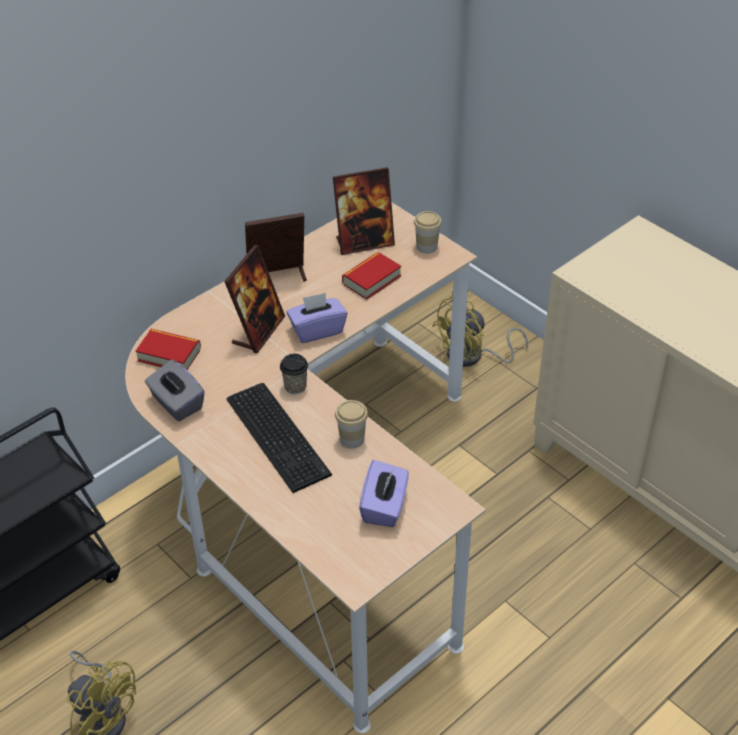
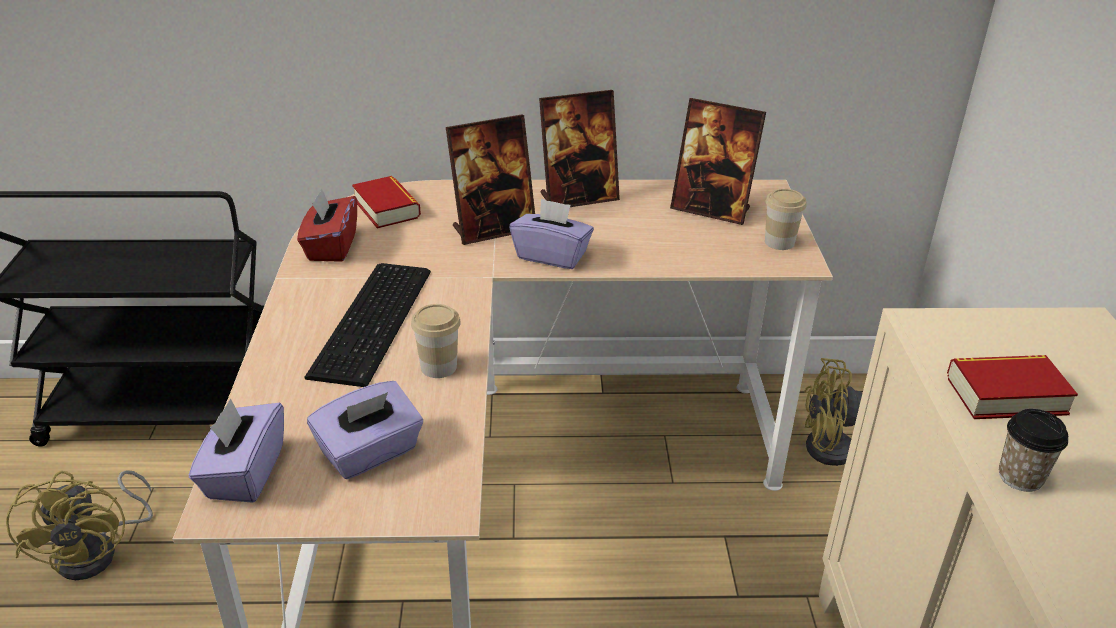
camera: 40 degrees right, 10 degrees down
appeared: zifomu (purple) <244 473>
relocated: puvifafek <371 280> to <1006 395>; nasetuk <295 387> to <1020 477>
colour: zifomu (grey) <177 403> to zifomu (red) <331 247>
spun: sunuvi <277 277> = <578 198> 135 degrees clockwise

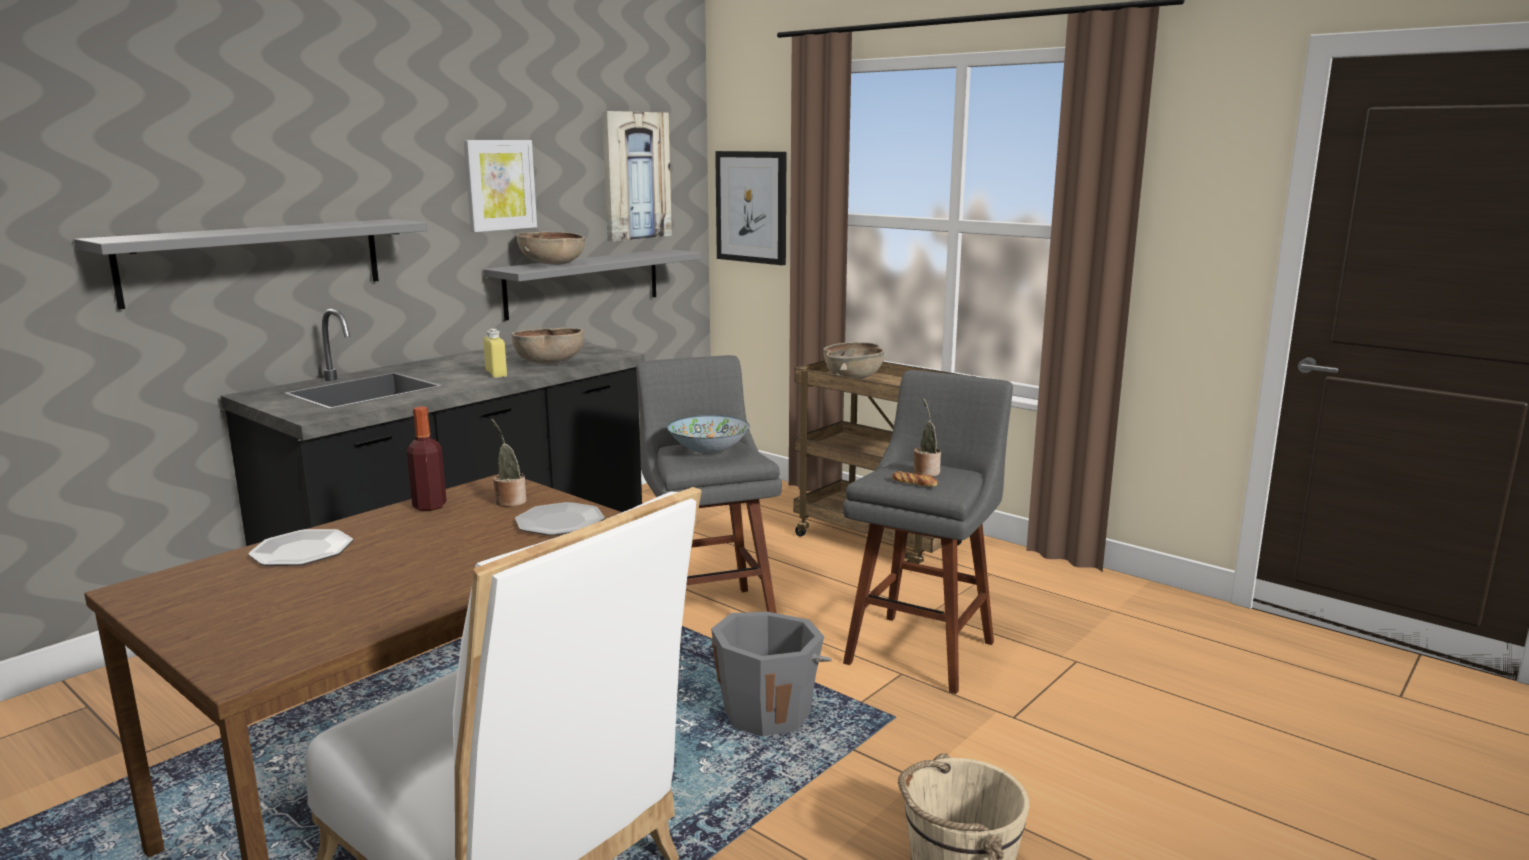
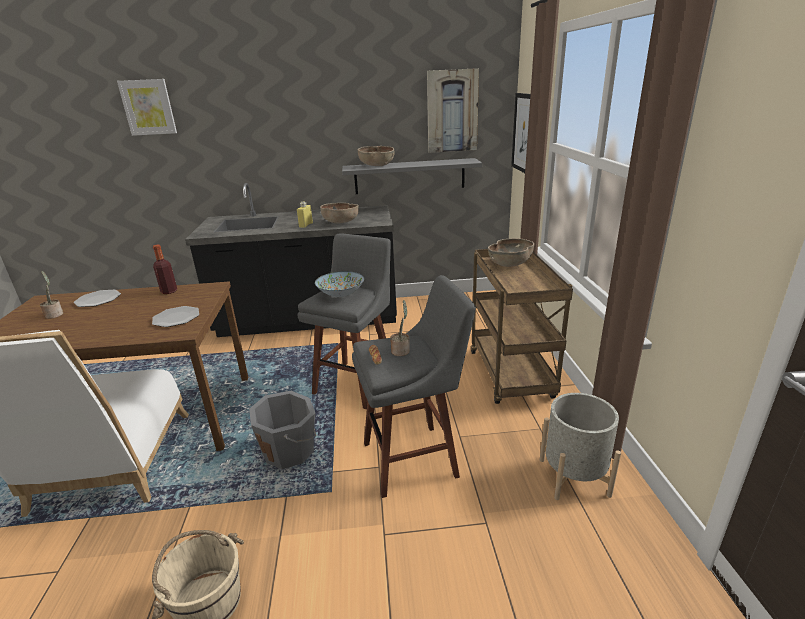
camera: 45 degrees right, 10 degrees up
missing: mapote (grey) <255 261>
appeared: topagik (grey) <574 477>
relocated: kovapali <509 501> to <55 314>; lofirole <499 185> to <148 107>

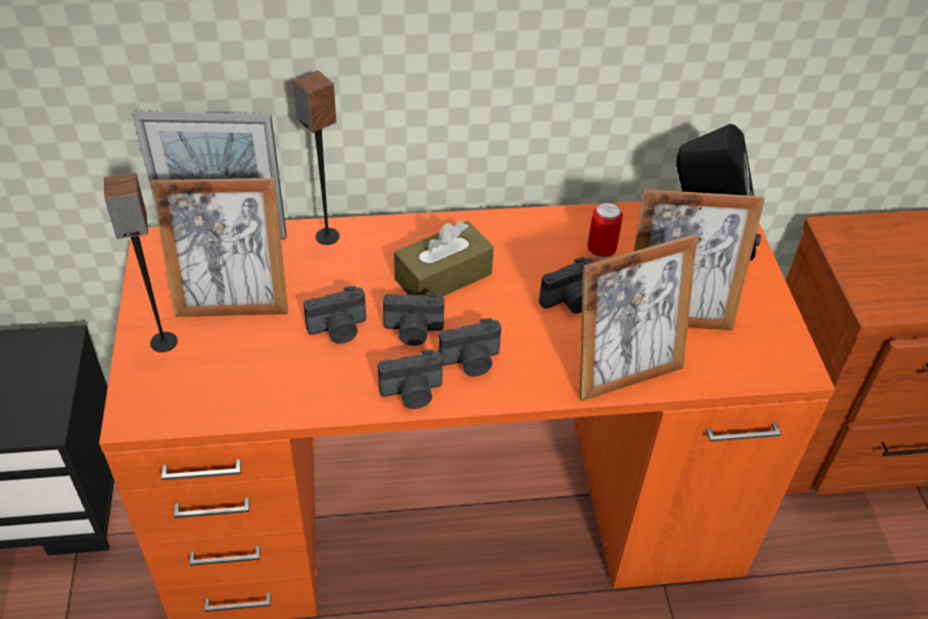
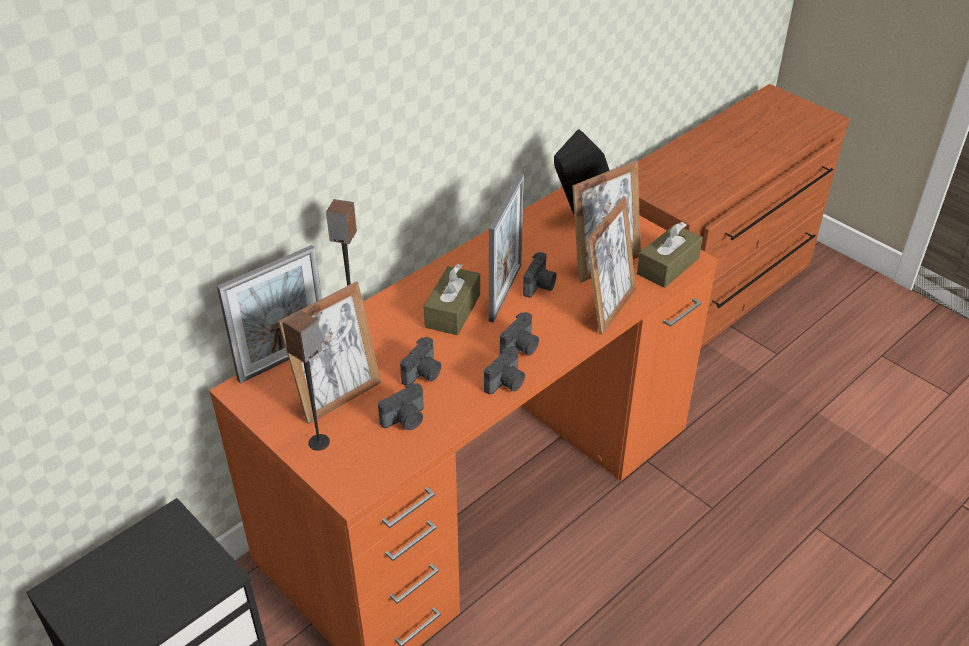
camera: 35 degrees left, 5 degrees down
missing: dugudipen <601 251>
appeared: sunuvi <505 292>; zifomu (brown) <668 266>
relocated: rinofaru <413 331> to <405 420>

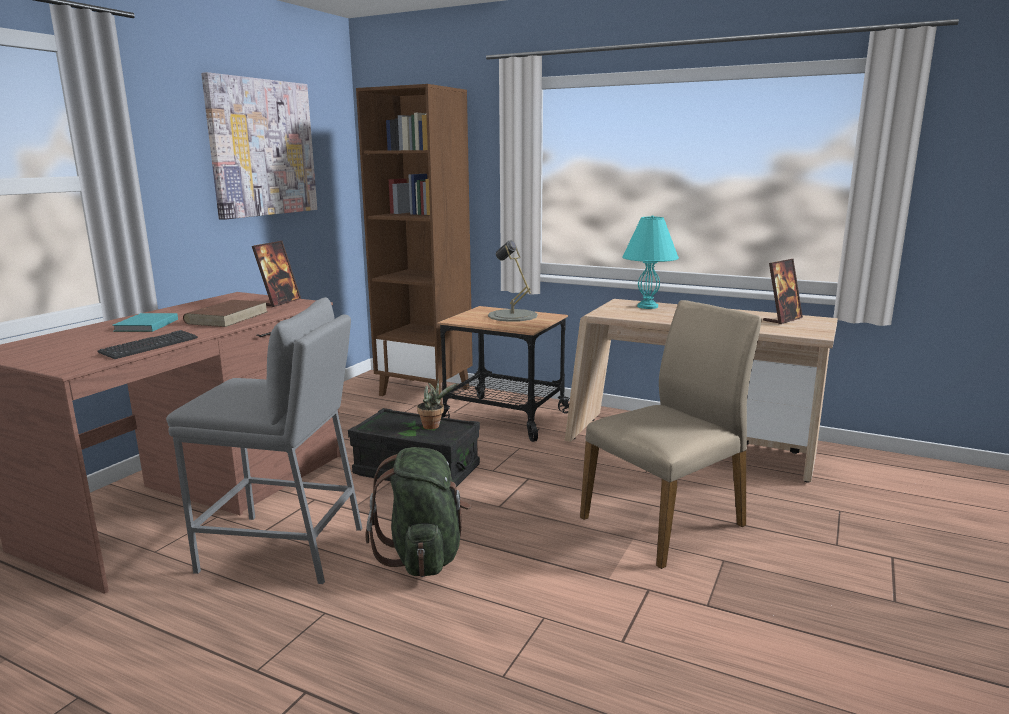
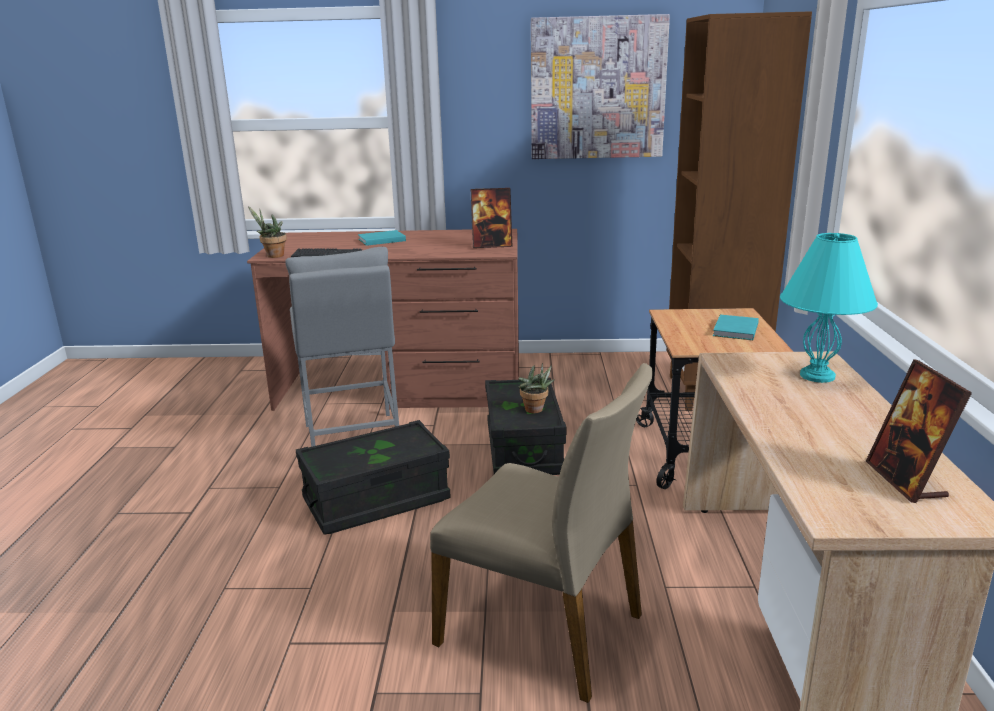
camera: 65 degrees right, 5 degrees up
missing: puvifafek (brown) <228 317>
appeared: kovapali <272 256>
exchanged: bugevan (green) <424 556> to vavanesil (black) <376 500>; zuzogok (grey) <512 315> to puvifafek (turquoise) <734 330>
spun: sunuvi <782 319> = <906 480> 60 degrees clockwise

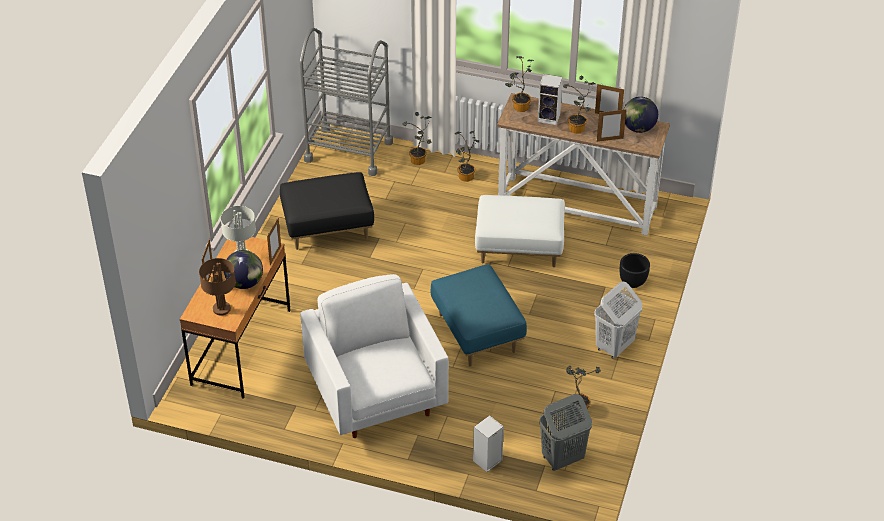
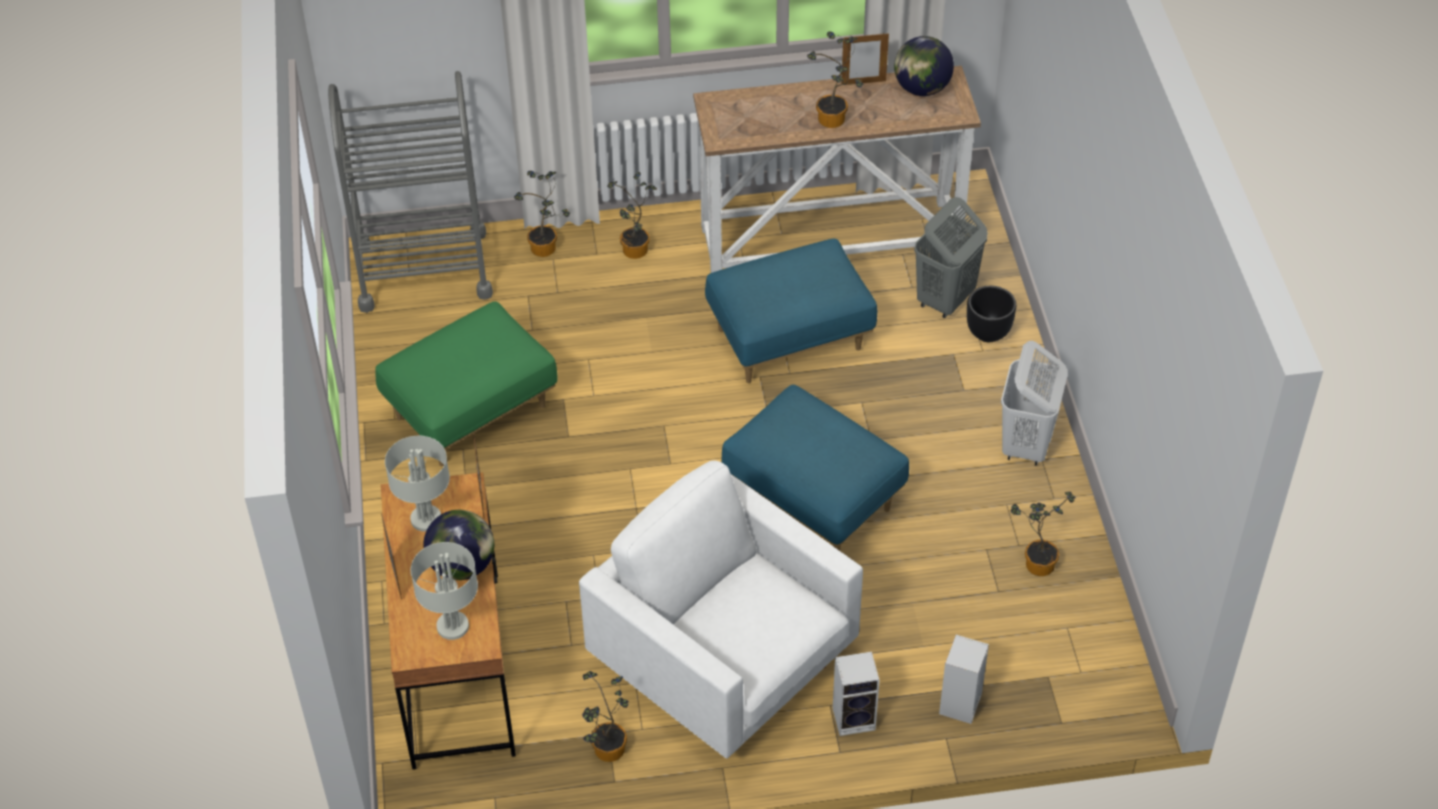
camera: 25 degrees left, 5 degrees up
missing: sunuvi <610 139>
relocated: kovapali <519 108> to <606 752>; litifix <550 118> to <855 718>; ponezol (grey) <562 459> to <945 300>
colour: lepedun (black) <327 229> to lepedun (green) <471 414>; zuzogok (brown) <221 309> to zuzogok (grey) <452 627>; lepedun (white) <518 249> to lepedun (blue) <789 341>

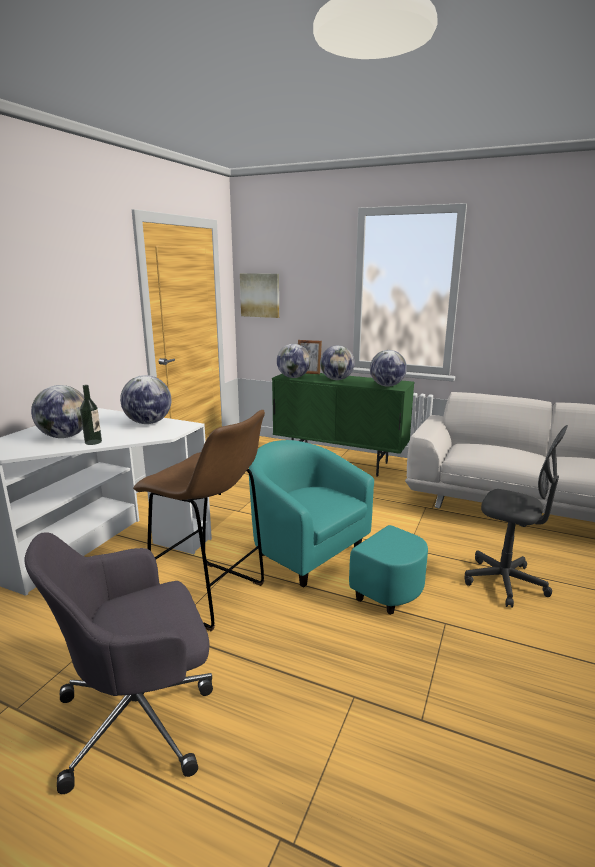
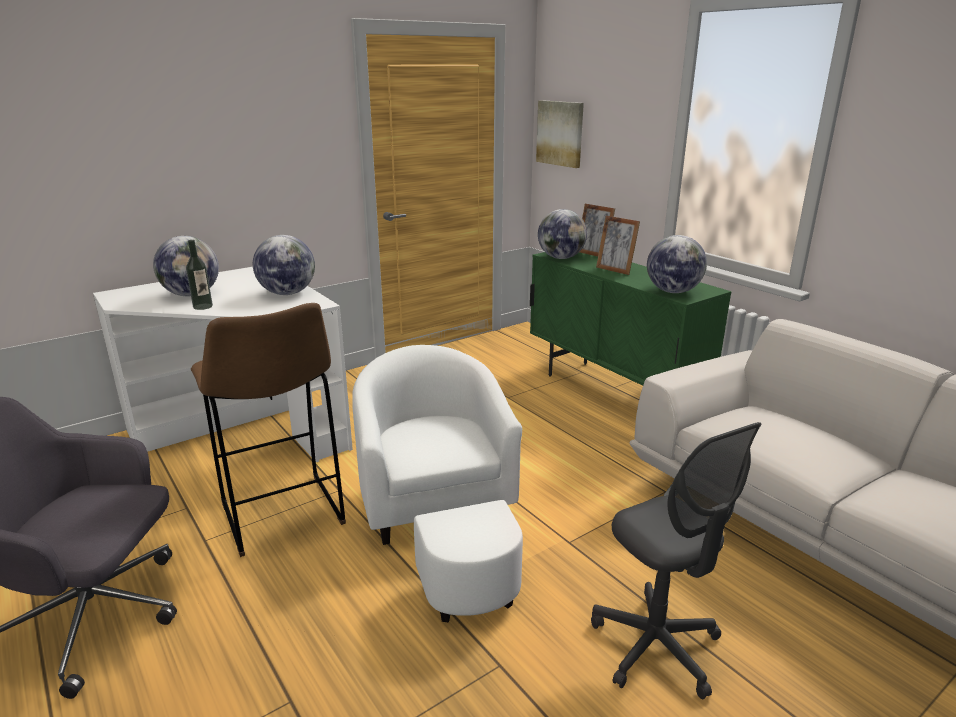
camera: 30 degrees right, 5 degrees up
exchanged: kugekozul <337 379> to sunuvi <615 270>
colour: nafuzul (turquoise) <324 562> to nafuzul (white) <441 522>

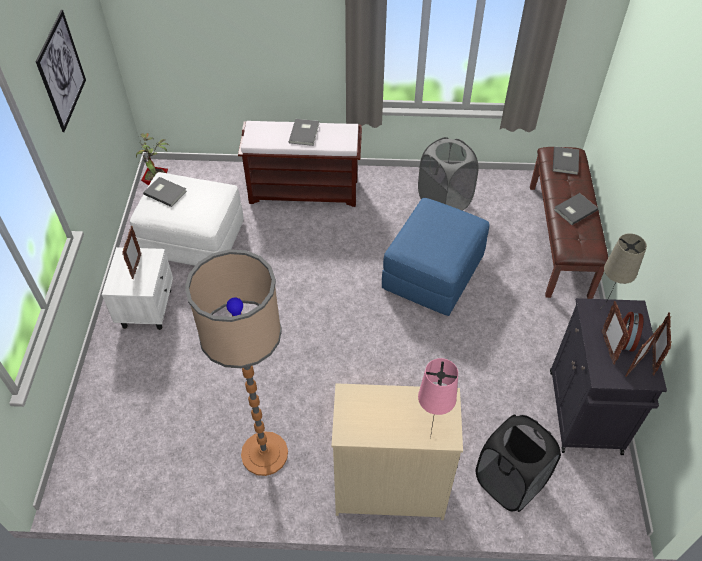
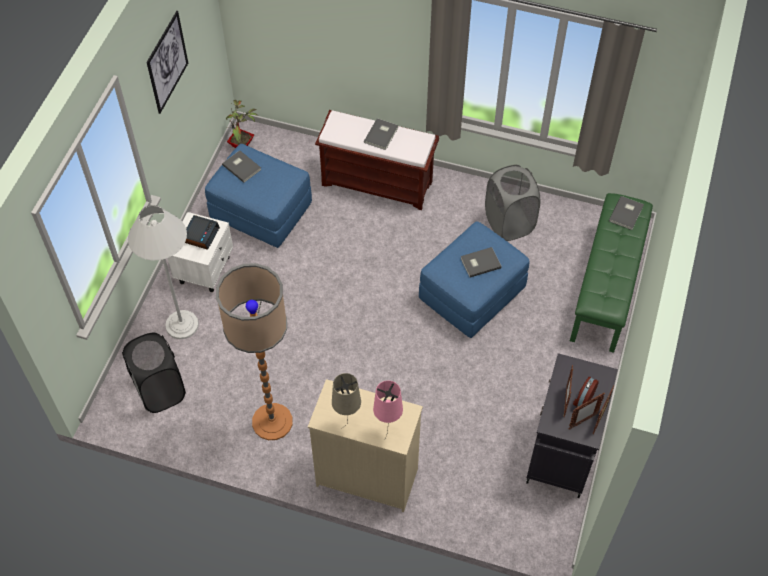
camera: 15 degrees right, 5 degrees up
appeared: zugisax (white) <182 325>
relocated: ponezol (black) <509 482> to <160 390>; zuzogok (beige) <605 305> to <347 426>; puvifafek (grey) <574 209> to <479 262>
exchanged: sunuvi <136 267> to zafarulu <200 234>
colour: lepedun (white) <193 239> to lepedun (blue) <261 211>; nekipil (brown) <560 239> to nekipil (green) <607 287>

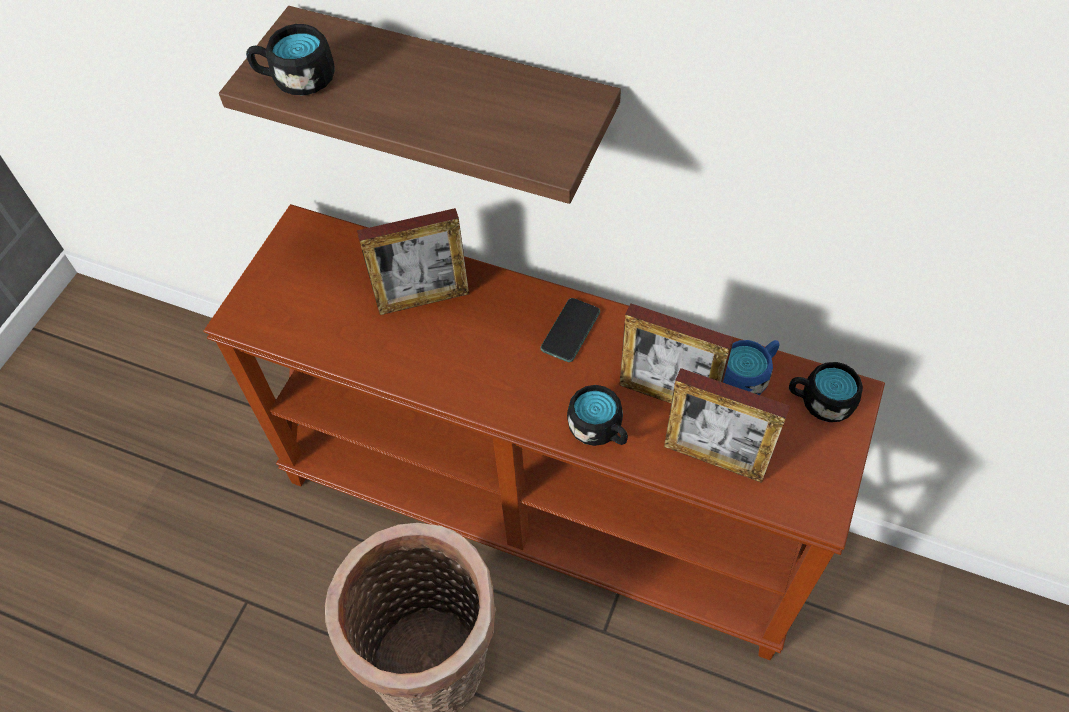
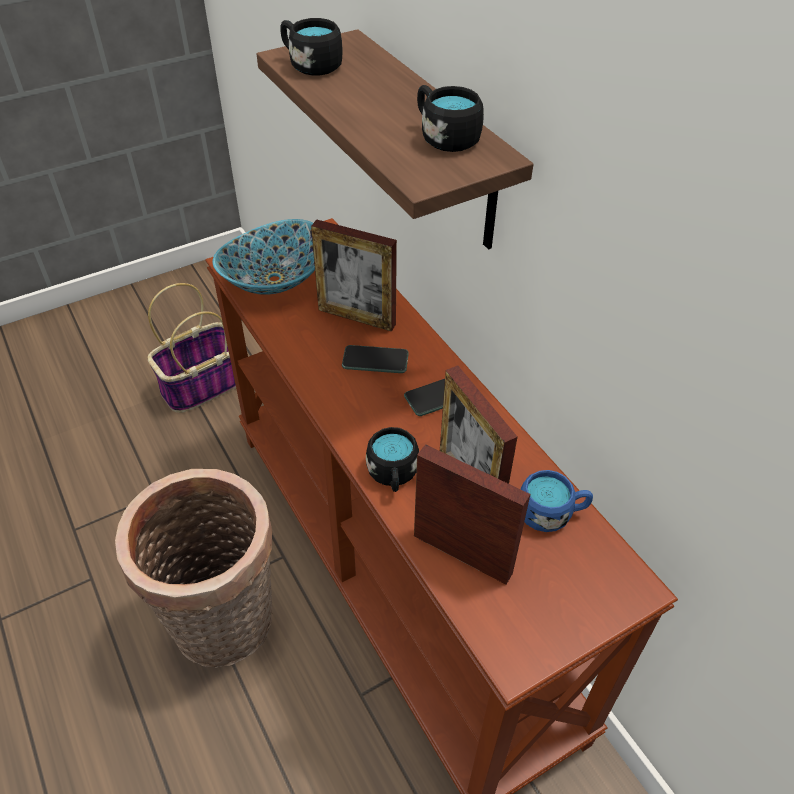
camera: 35 degrees right, 10 degrees down
appeared: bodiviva <204 384>; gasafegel <273 279>; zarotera <375 360>
relocated: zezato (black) <820 401> to <445 137>
spun: sunuvi <714 458> = <462 554> 150 degrees clockwise

